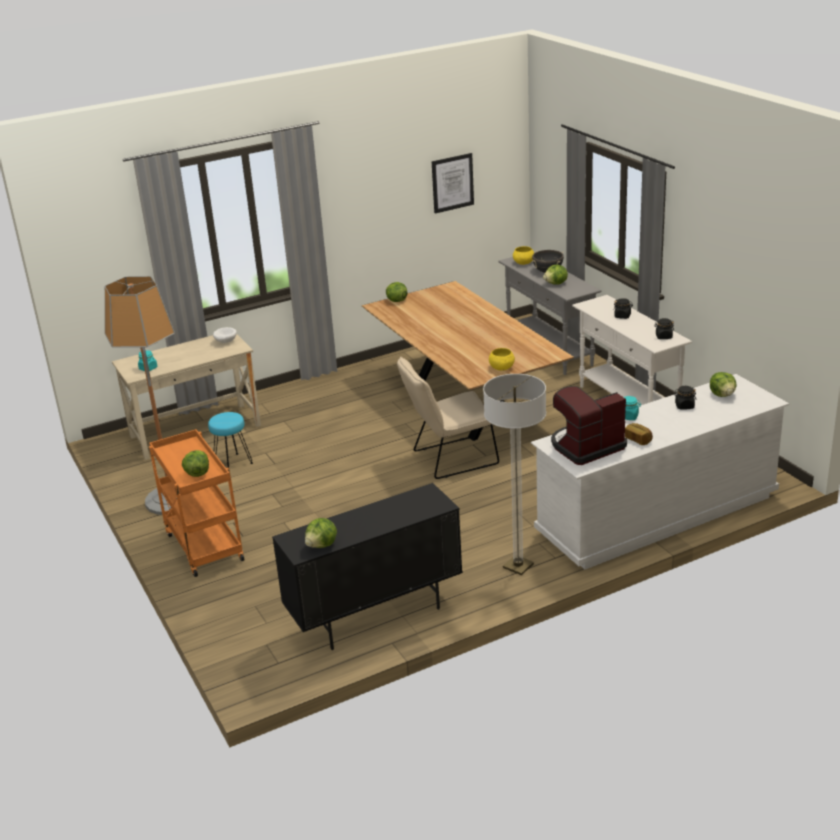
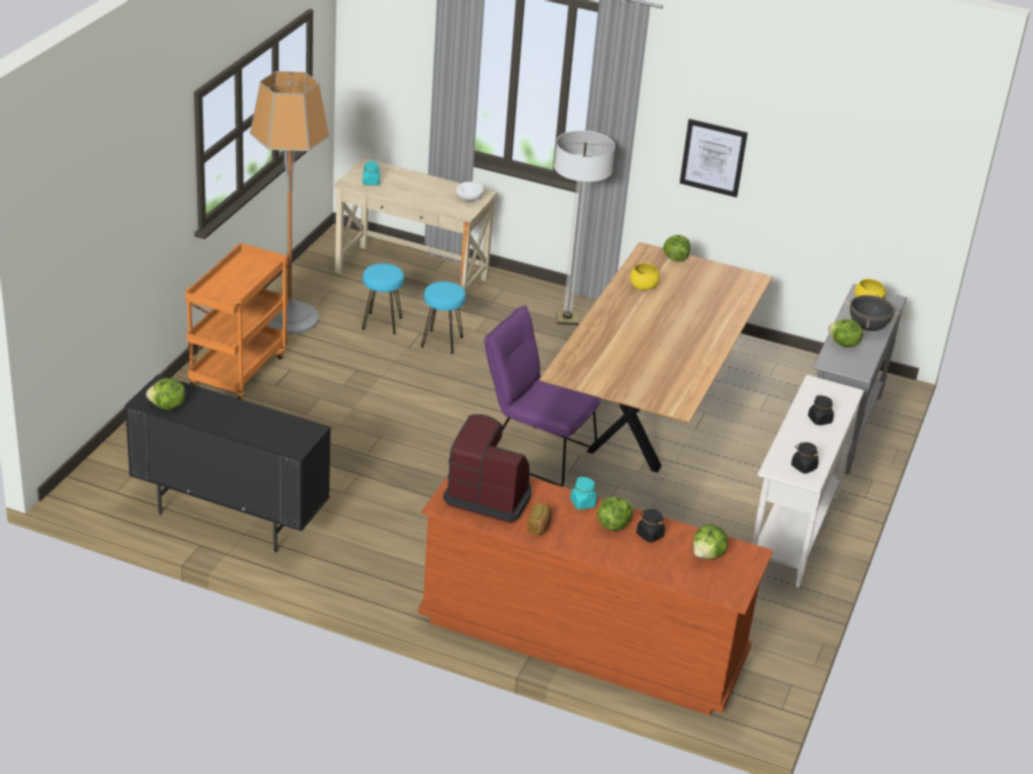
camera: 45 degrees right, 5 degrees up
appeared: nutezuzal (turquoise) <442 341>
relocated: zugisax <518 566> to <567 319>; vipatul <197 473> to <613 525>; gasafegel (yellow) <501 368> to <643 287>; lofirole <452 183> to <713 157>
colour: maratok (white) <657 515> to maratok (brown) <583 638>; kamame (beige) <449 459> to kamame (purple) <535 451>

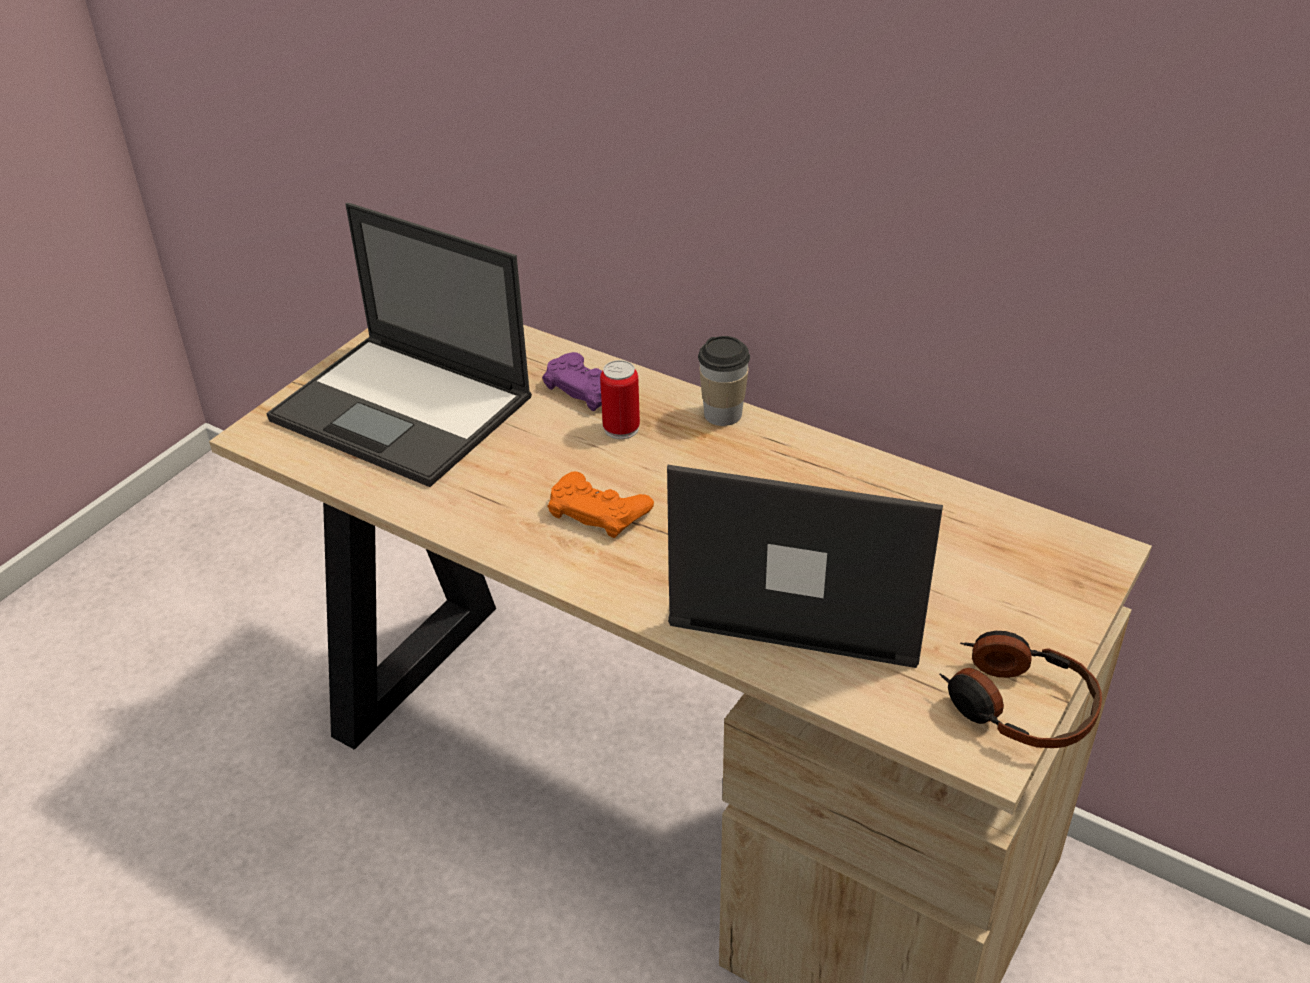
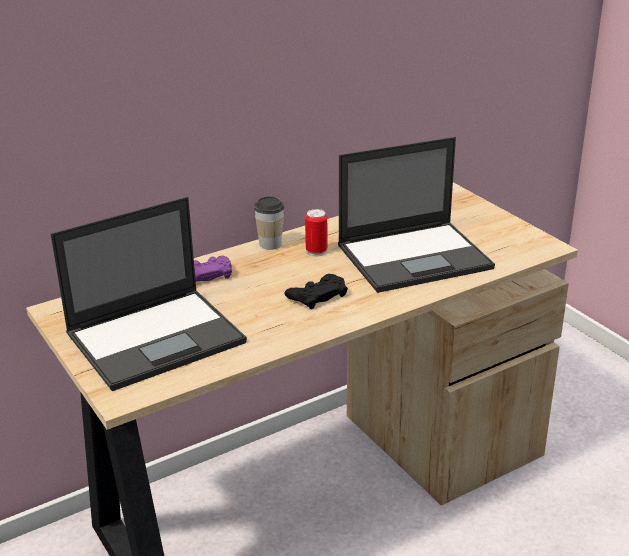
camera: 65 degrees left, 10 degrees down
missing: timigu <1017 705>
relocated: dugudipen <621 428> to <316 251>
colour: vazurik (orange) <598 511> to vazurik (black) <317 296>
spun: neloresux <803 580> = <415 256> 150 degrees counterclockwise

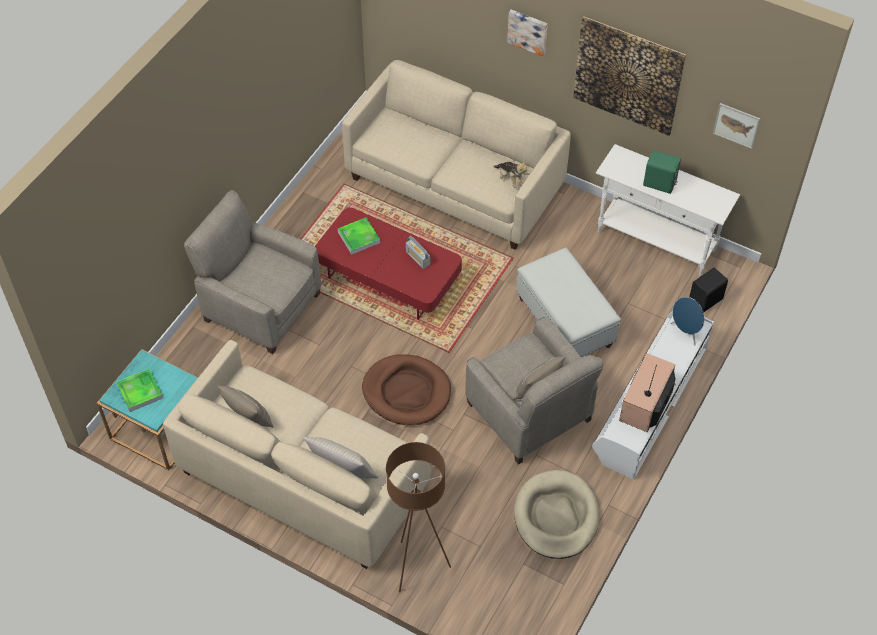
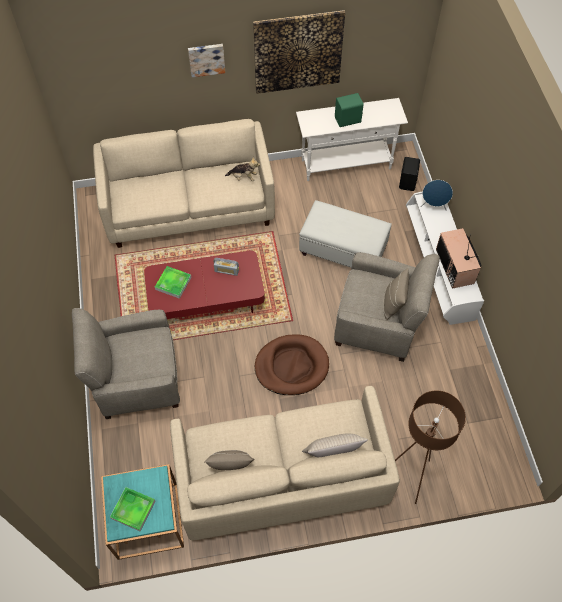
camera: 40 degrees left, 5 degrees up
missing: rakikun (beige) <556 516>; lofirole <736 125>

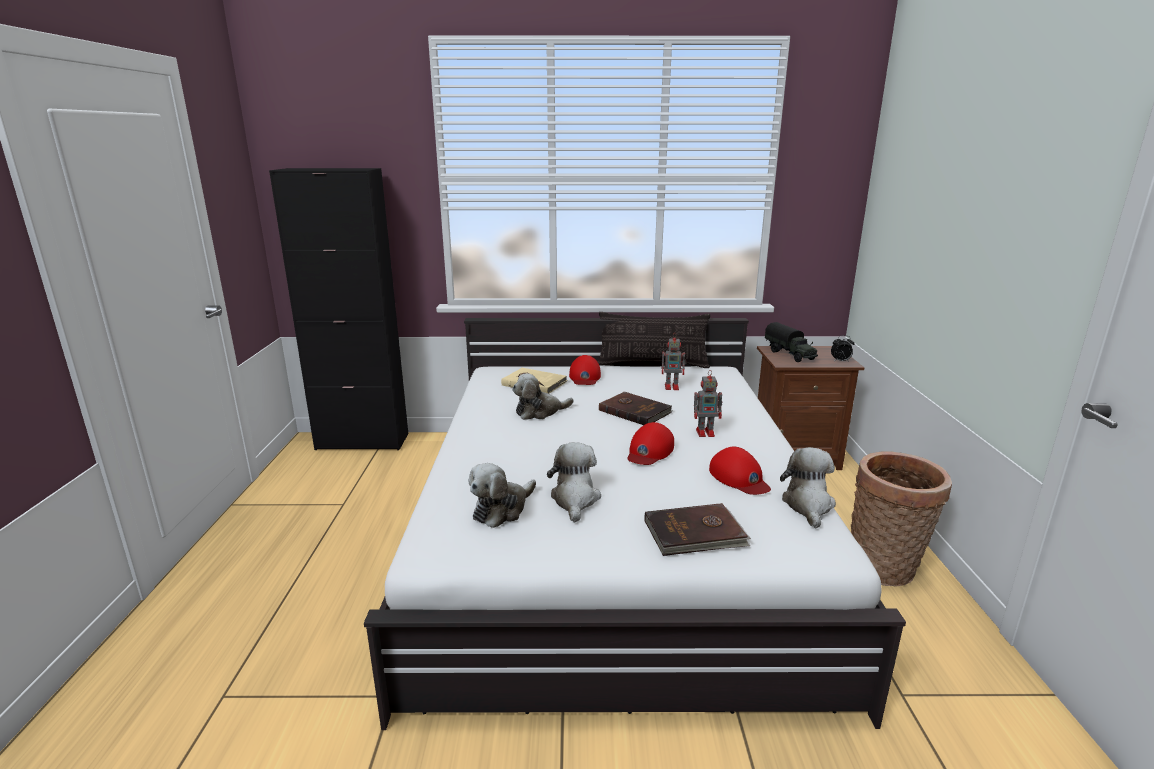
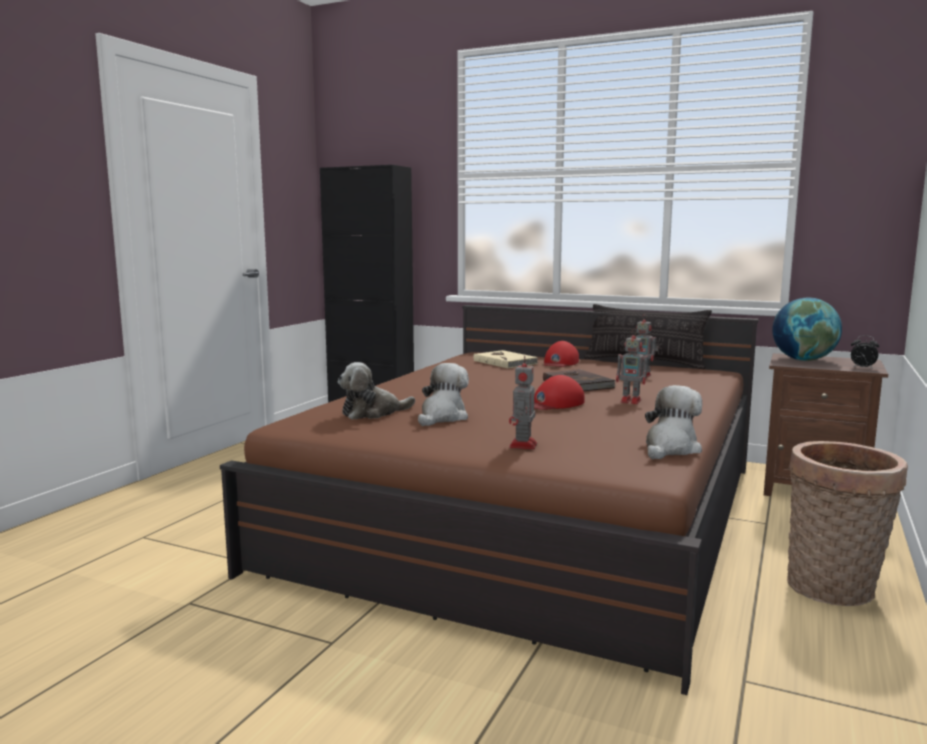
camera: 25 degrees right, 10 degrees down
missing: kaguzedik <539 412>; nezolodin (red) <739 478>
exchanged: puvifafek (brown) <695 534> to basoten <522 446>; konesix <790 354> to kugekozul <803 360>
colour: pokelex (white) <613 539> to pokelex (brown) <535 514>

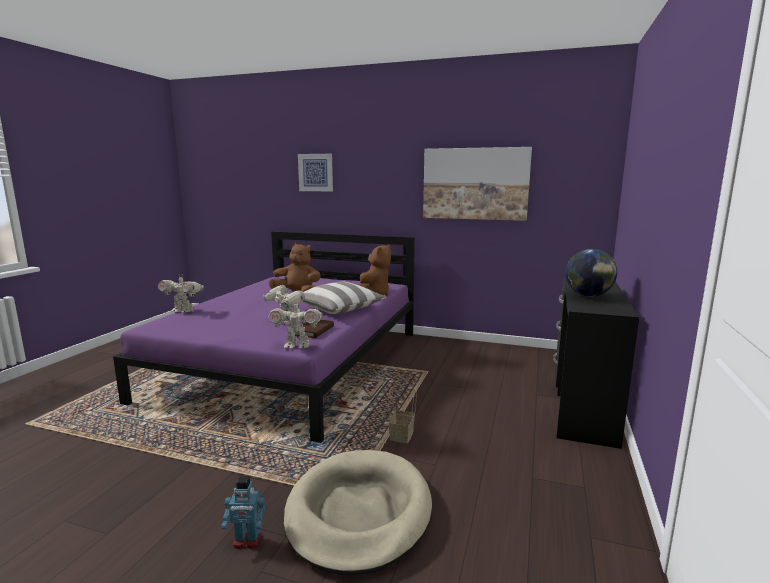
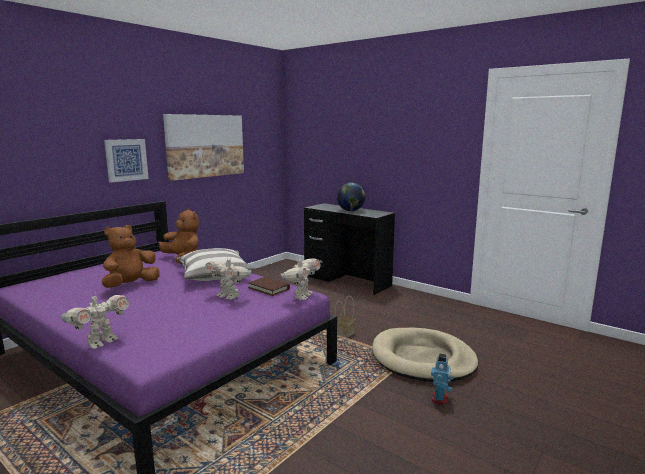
camera: 70 degrees left, 0 degrees up
relocated: lofirole <316 172> to <126 160>
spun: basoten <285 323> = <229 296> 120 degrees counterclockwise

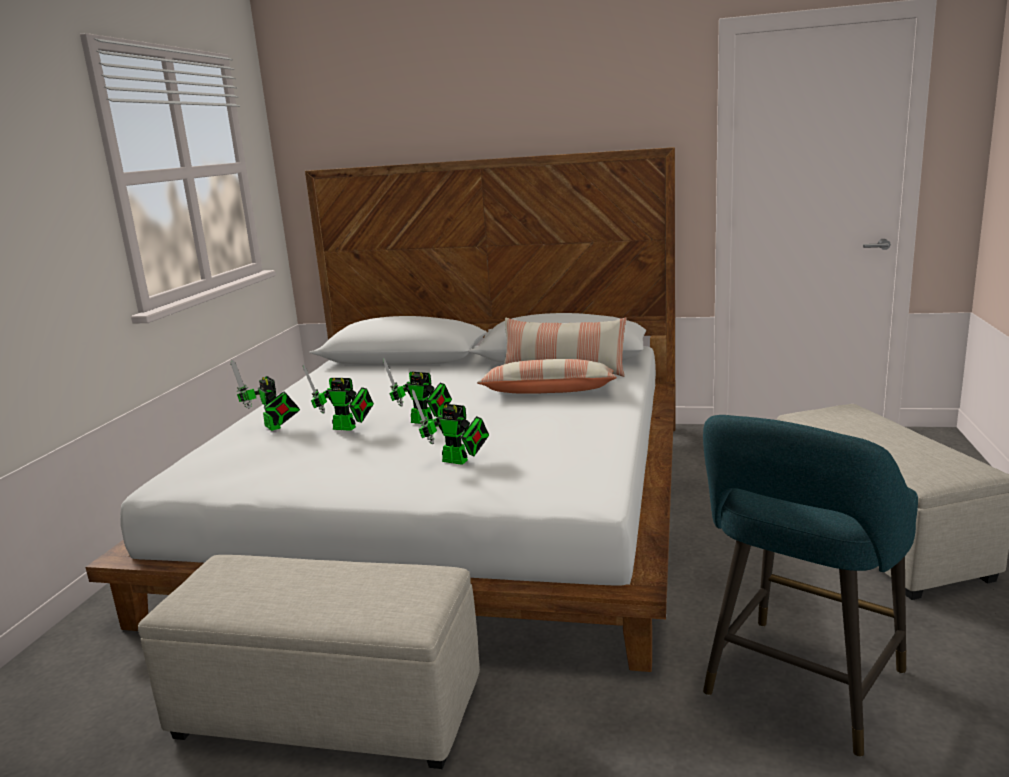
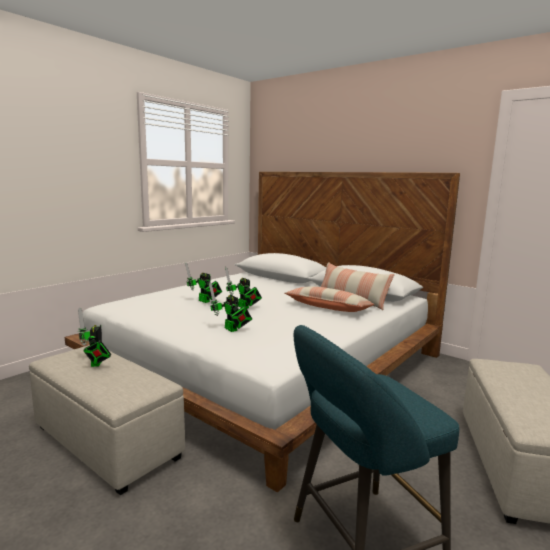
camera: 25 degrees right, 5 degrees down
relocated: basoten <274 428> to <96 364>

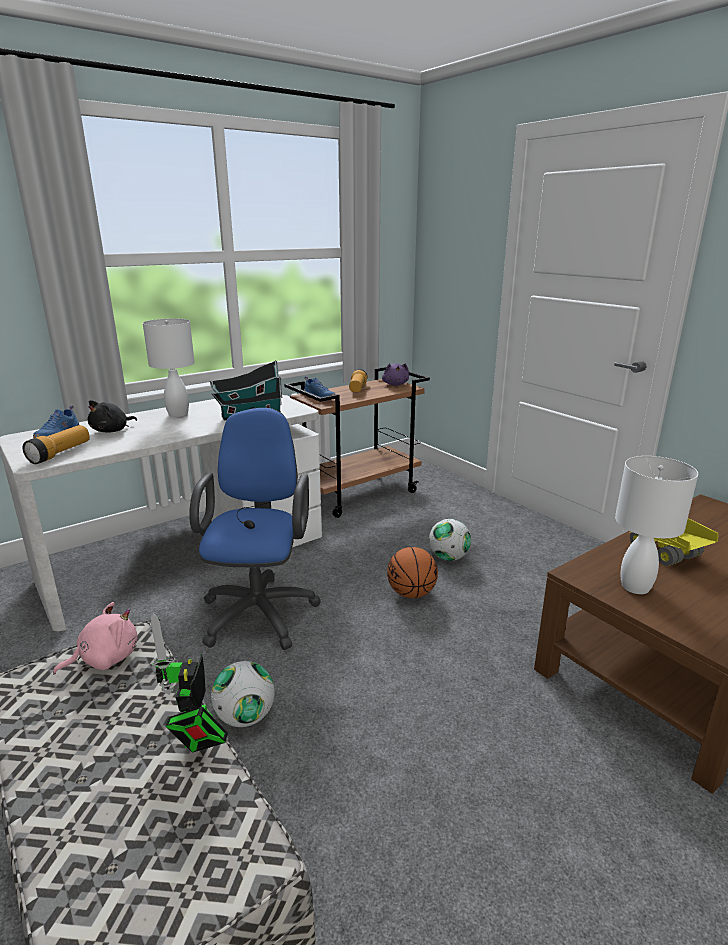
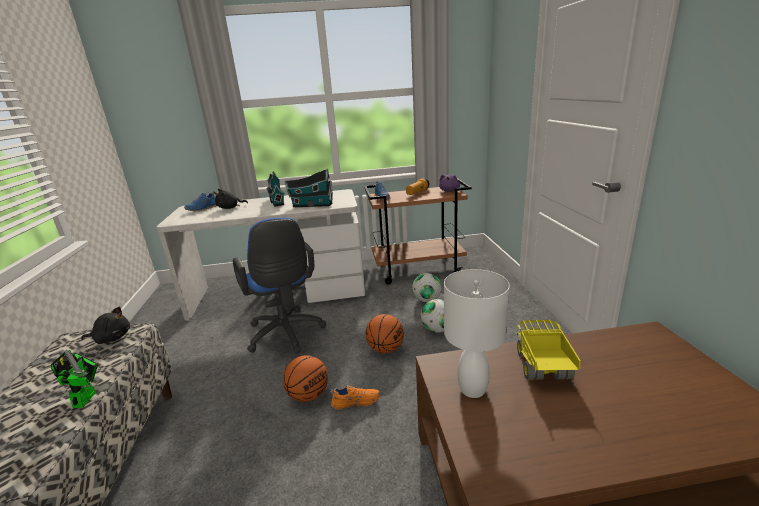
camera: 30 degrees right, 0 degrees up
missing: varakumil <60 454>
appeared: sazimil <308 395>; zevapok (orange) <355 402>
relocated: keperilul <245 717> to <427 300>
exchanged: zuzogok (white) <179 414> to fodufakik <276 201>
colour: kaguzedik (pink) <105 658> to kaguzedik (black) <112 338>
spun: basoten <196 739> = <87 397> 150 degrees clockwise; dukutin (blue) <260 610> = <286 335> 120 degrees clockwise

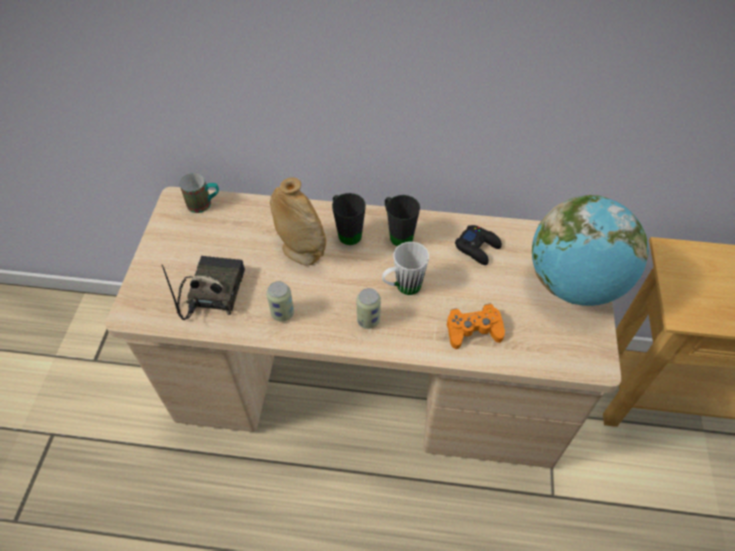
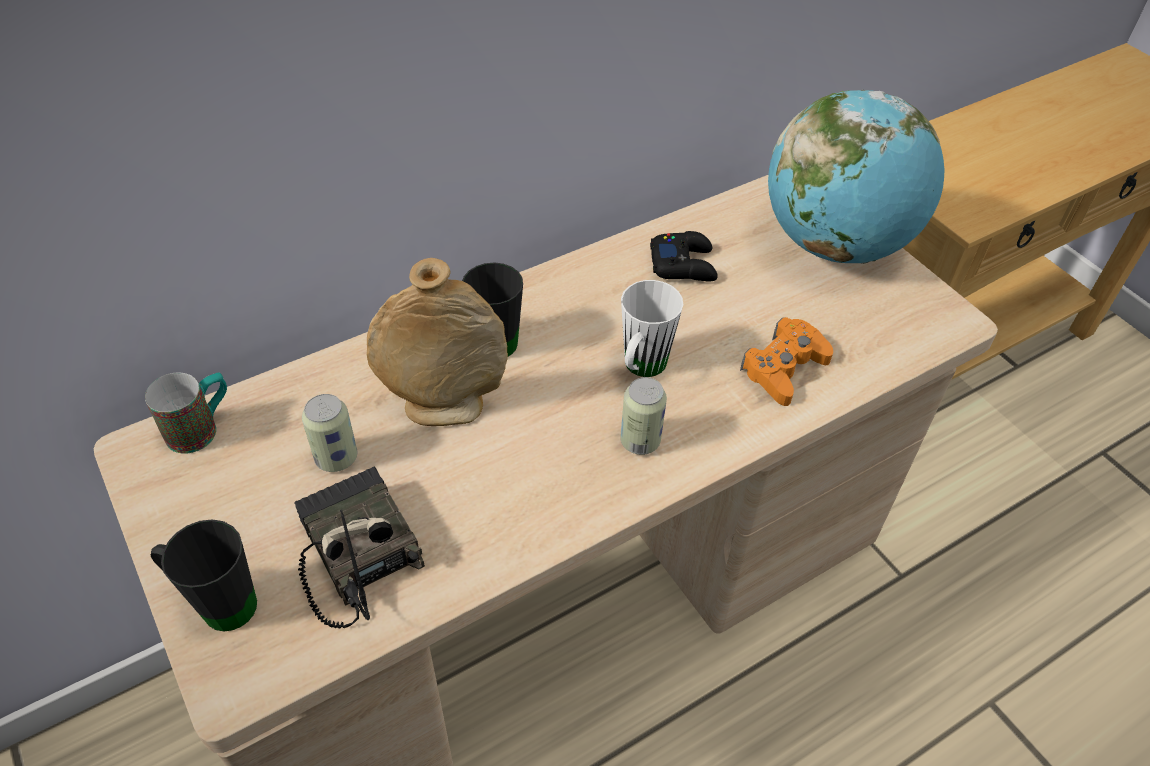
camera: 40 degrees left, 5 degrees down
relocated: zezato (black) <397 234> to <217 603>; dugudipen <282 313> to <336 458>

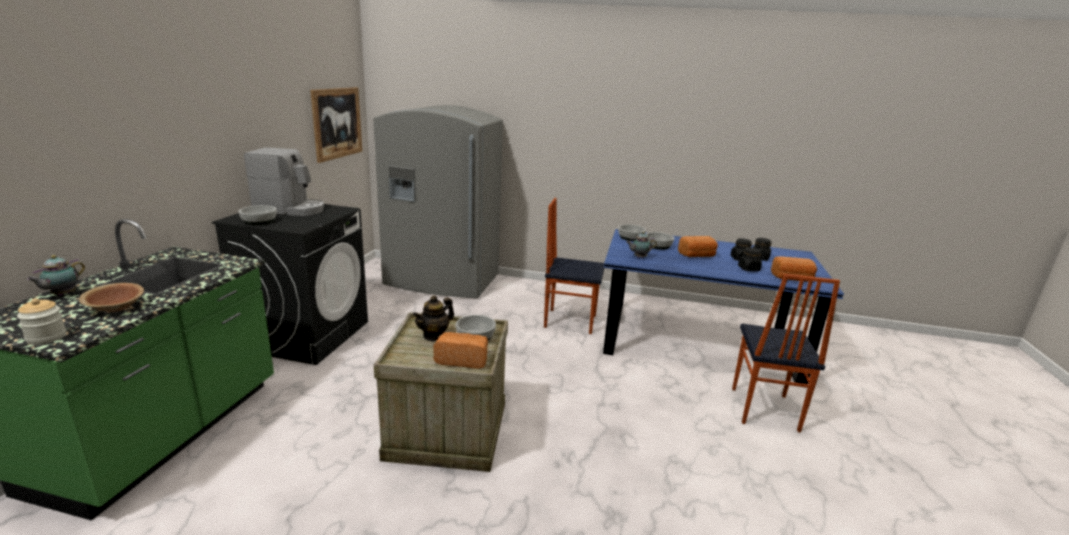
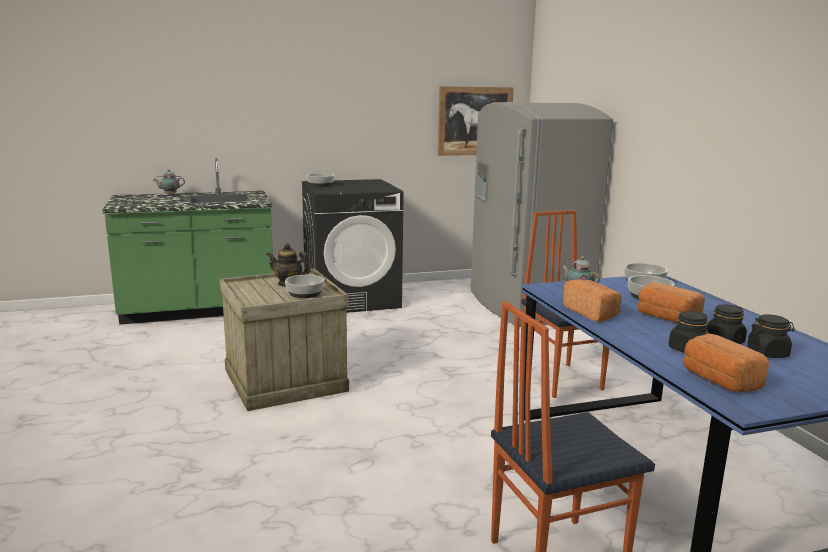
camera: 60 degrees right, 5 degrees down
missing: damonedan <46 337>; gasafegel (brown) <115 308>; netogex <290 209>
relocated: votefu <462 360> to <592 313>

